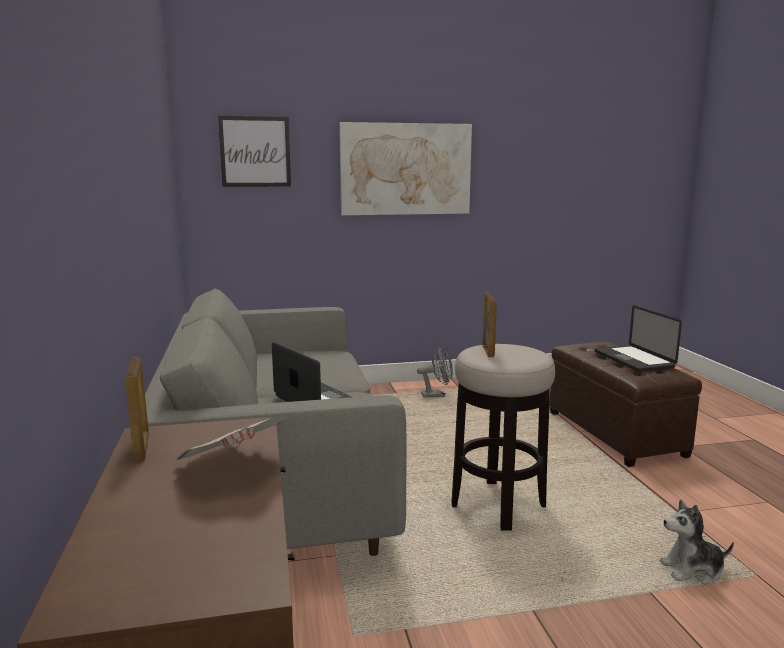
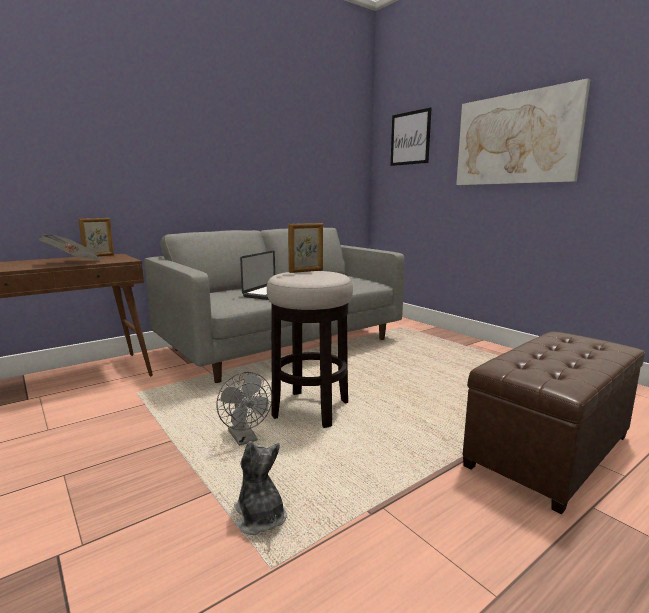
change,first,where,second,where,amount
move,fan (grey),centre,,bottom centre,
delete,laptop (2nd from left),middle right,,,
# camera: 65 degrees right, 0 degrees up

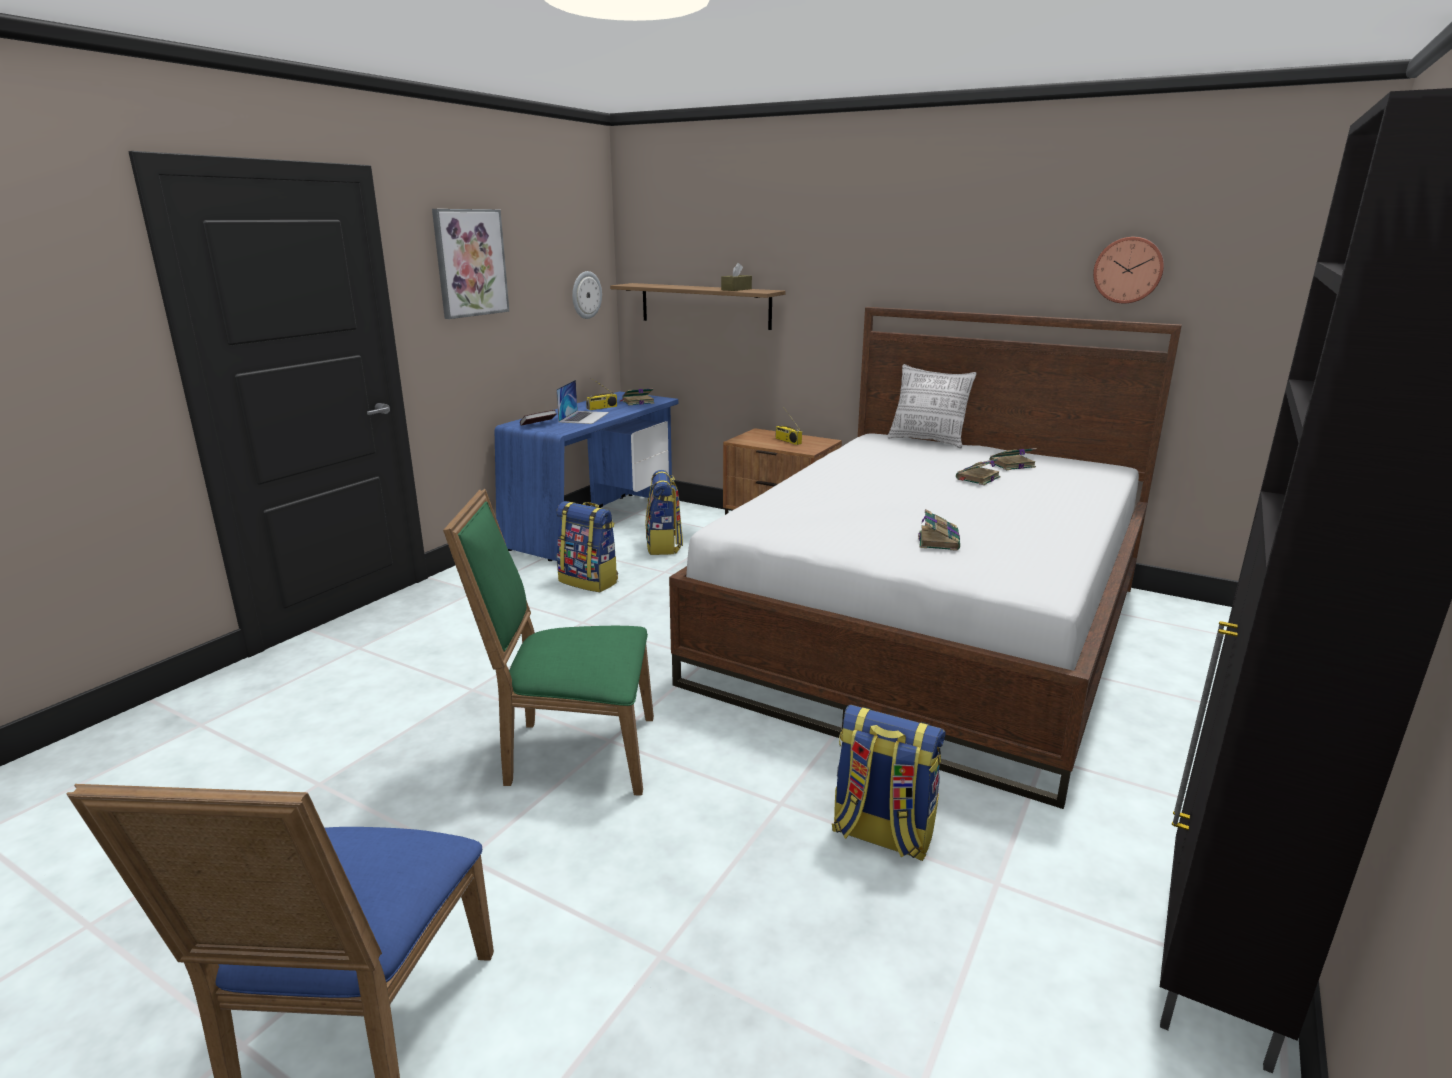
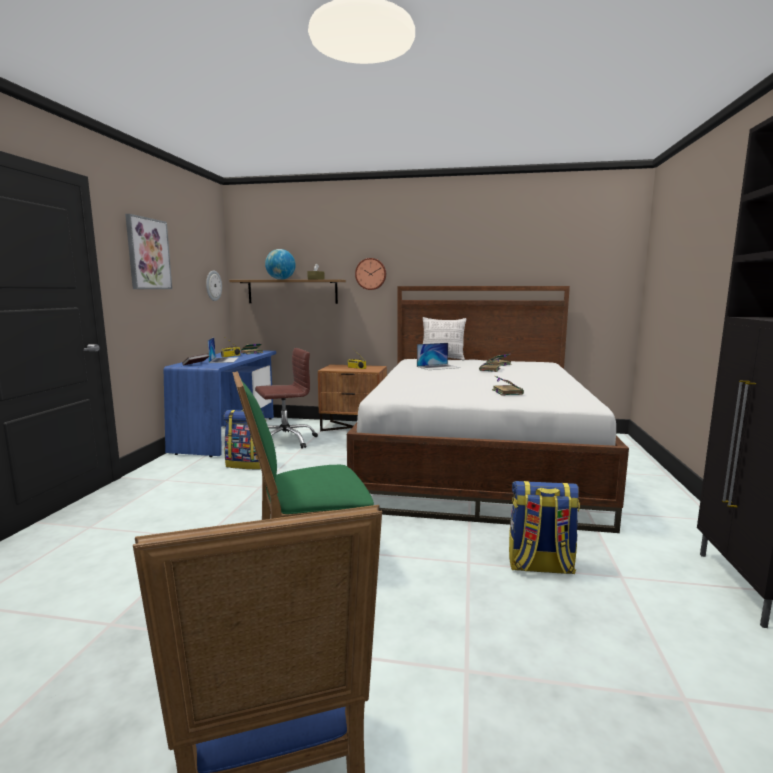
change,first,where,second,where,amount
replace,backpack (2nd from left),centre,office chair (brown),centre,
move,wall clock (2nd from left),top right,,centre,
insert,,,globe,centre,
insert,,,laptop (2nd from left),centre,
# camera: 20 degrees left, 10 degrees down

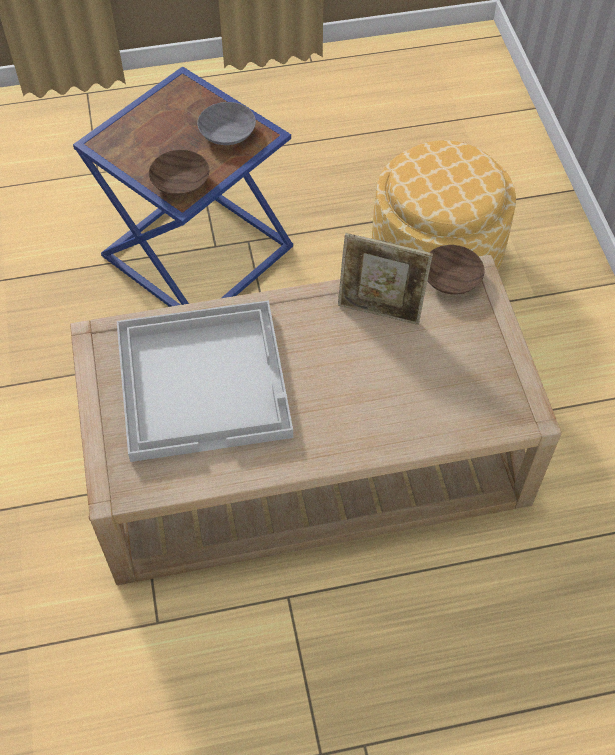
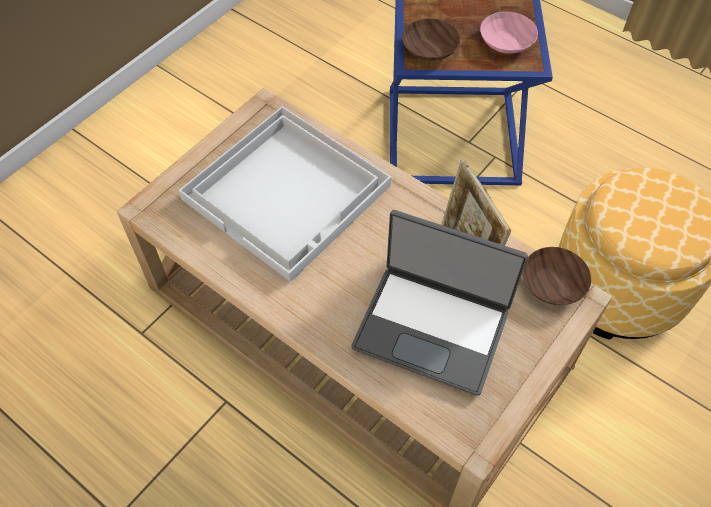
change,first,where,second,where,amount
recolor,bowl (grey),top centre,bowl (pink),top right,
insert,,,laptop,centre,
# camera: 50 degrees right, 0 degrees up

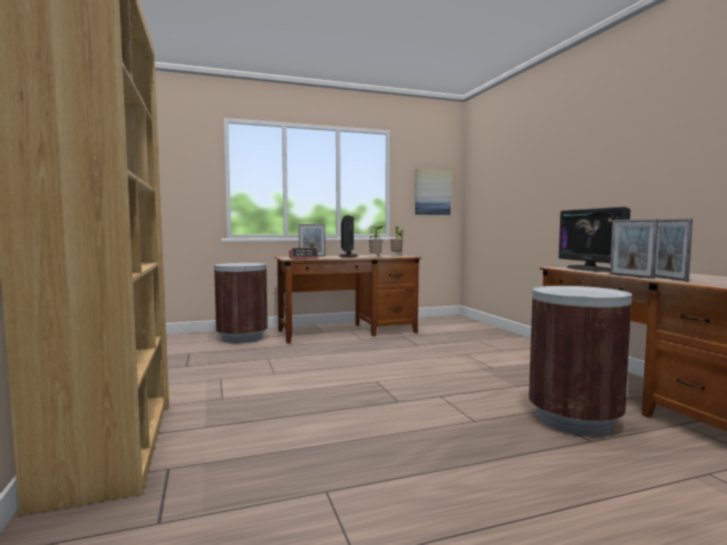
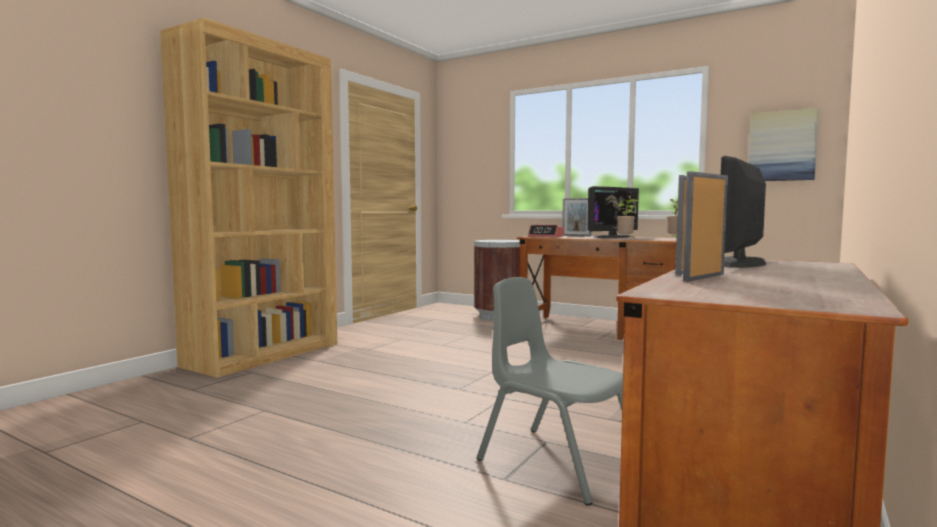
change,first,where,second,where,amount
replace,trash can (brown) (2nd from left),middle right,chair (grey),bottom centre,
# camera: 50 degrees right, 0 degrees up

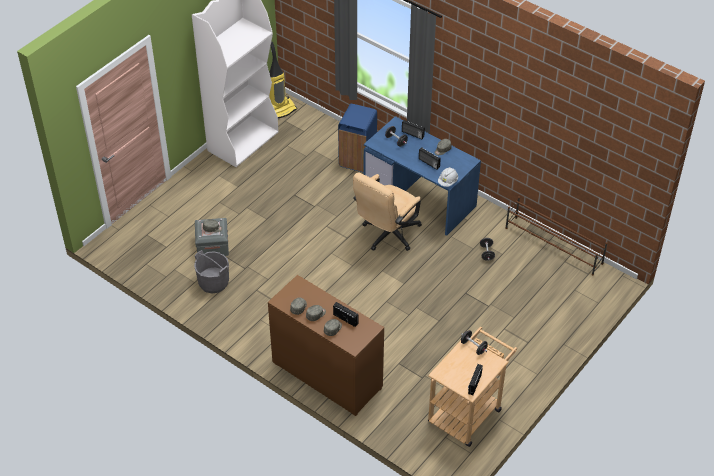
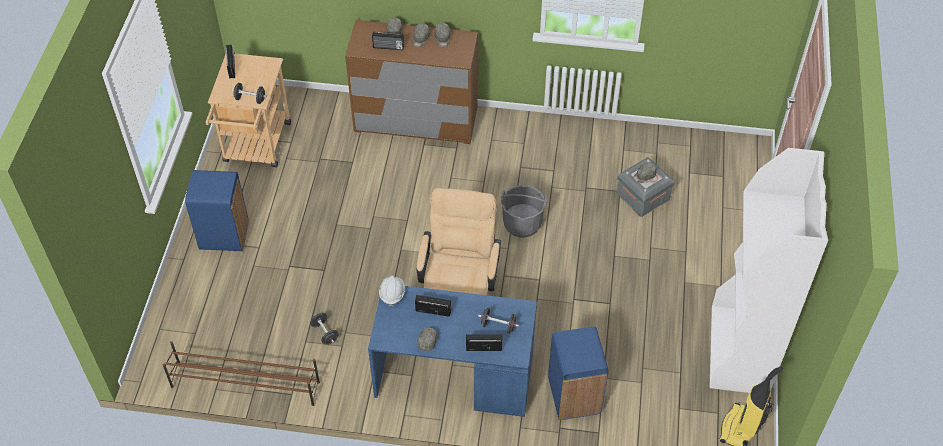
change,first,where,second,where,amount
move,bucket (grey),middle left,,centre,
insert,,,trash can (blue) (1st from left),middle left,
# camera: 150 degrees right, 5 degrees up

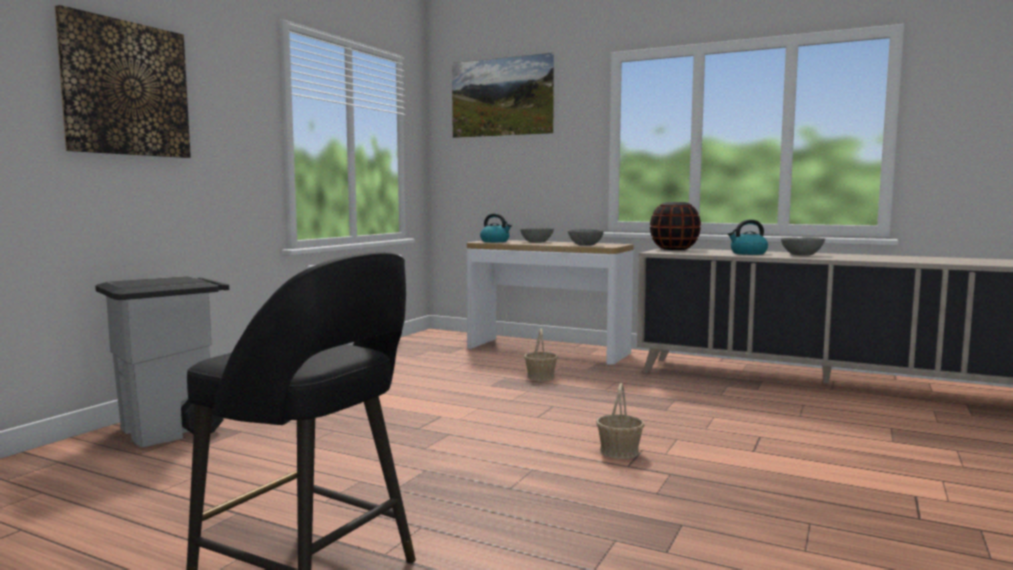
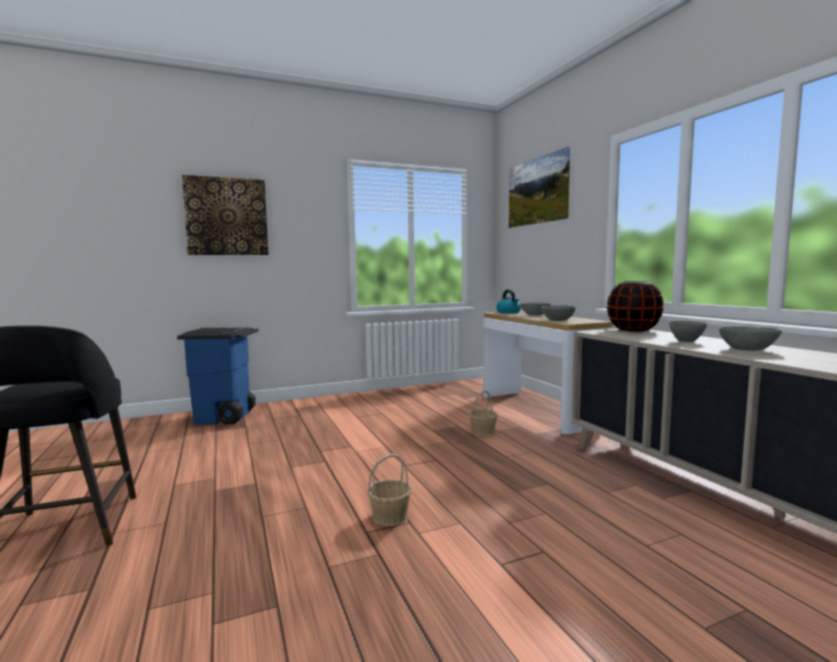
change,first,where,second,where,amount
recolor,trash can (grey),middle left,trash can (blue),middle left,
replace,kettle (2nd from left),middle right,bowl (grey) (3rd from left),middle right,
# camera: 40 degrees right, 0 degrees up

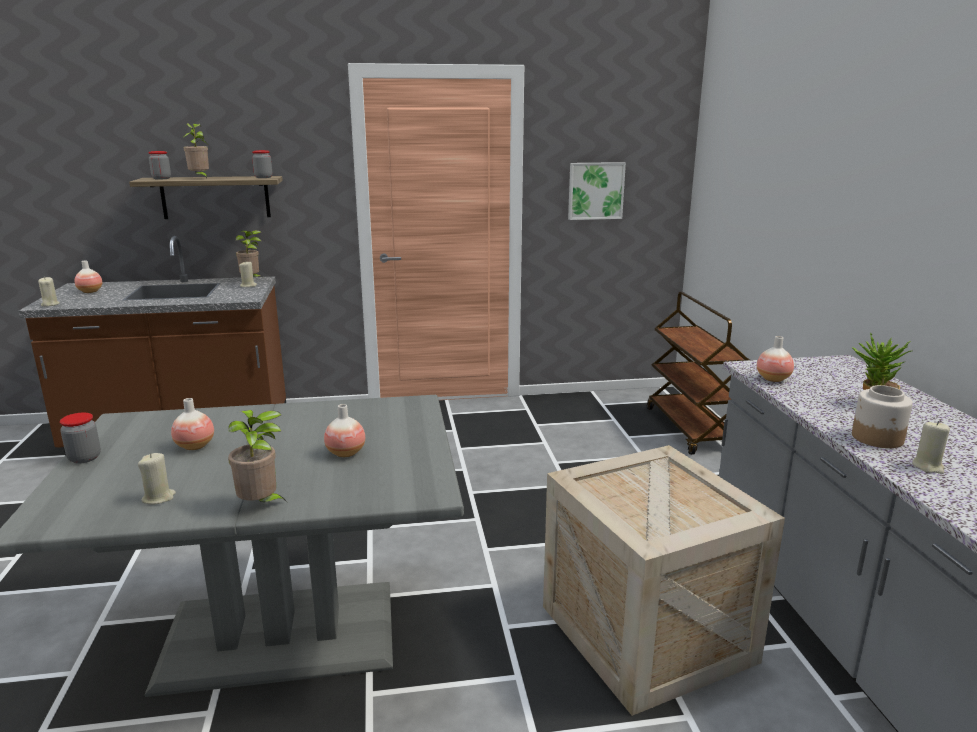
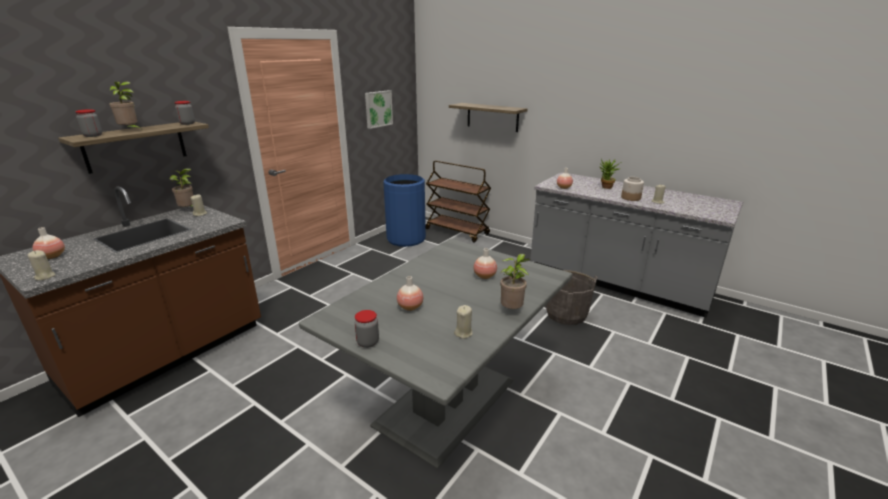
change,first,where,second,where,amount
replace,crate,bottom right,bucket (grey),centre,
insert,,,trash can (blue),centre,
insert,,,shelf (2nd from left),top centre,
# camera: 45 degrees left, 5 degrees up

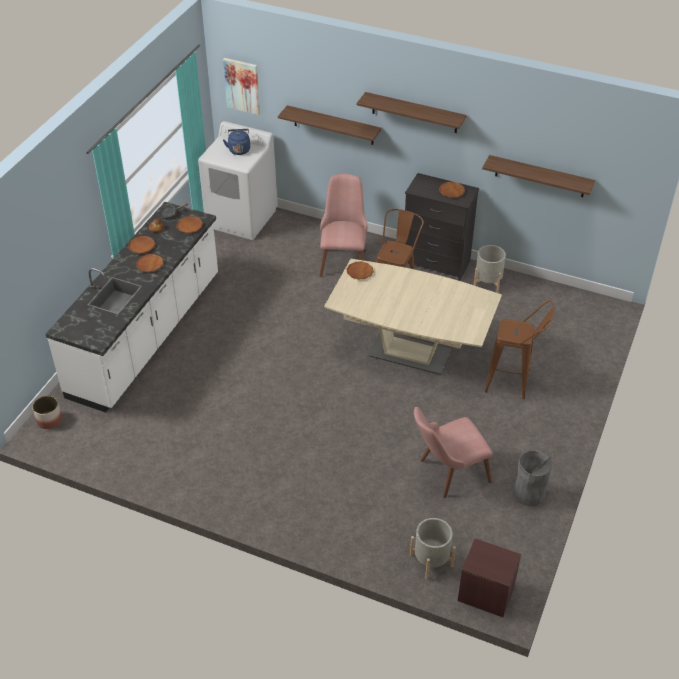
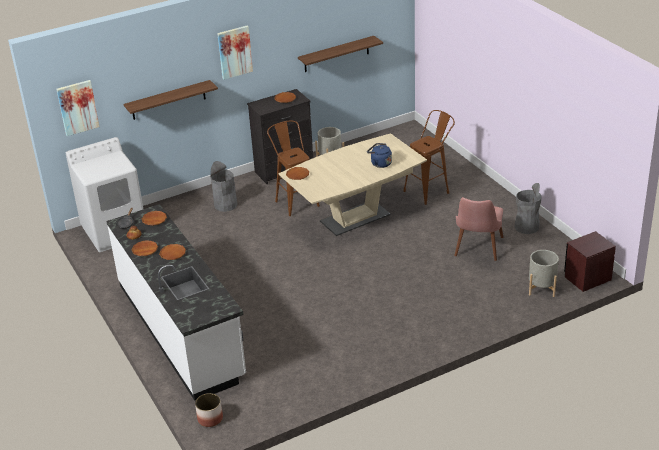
change,first,where,second,where,amount
move,kettle (blue),top centre,,centre,
replace,chair (pink) (1st from left),top centre,trash can (grey) (1st from left),centre,
replace,shelf (2nd from left),top centre,picture (2nd from left),top centre,
# camera: 50 degrees left, 10 degrees down

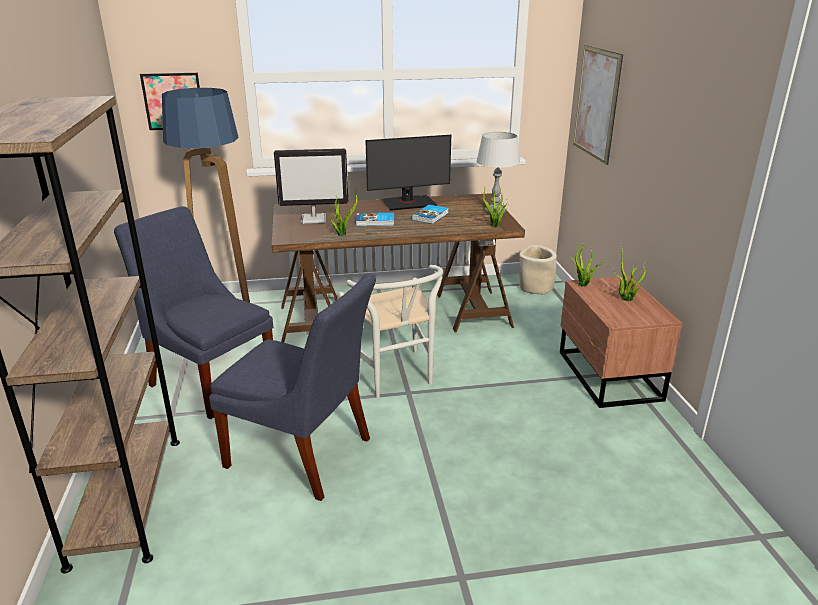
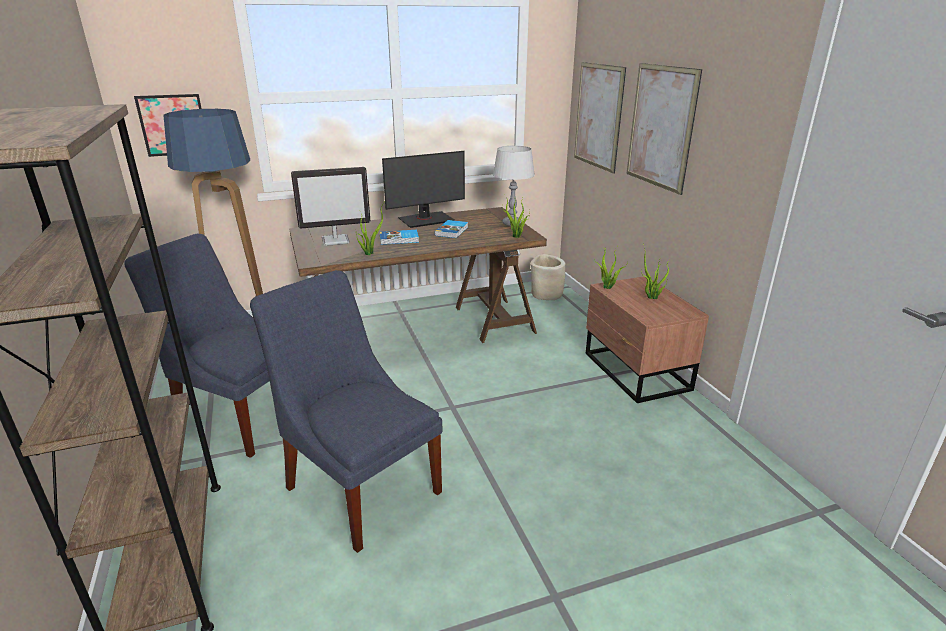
change,first,where,second,where,amount
rotate,chair (blue) (2nd from left),centre,,centre,150 degrees counterclockwise
delete,chair (white),centre,,,
insert,,,picture (3rd from left),top right,
# camera: 10 degrees left, 0 degrees up

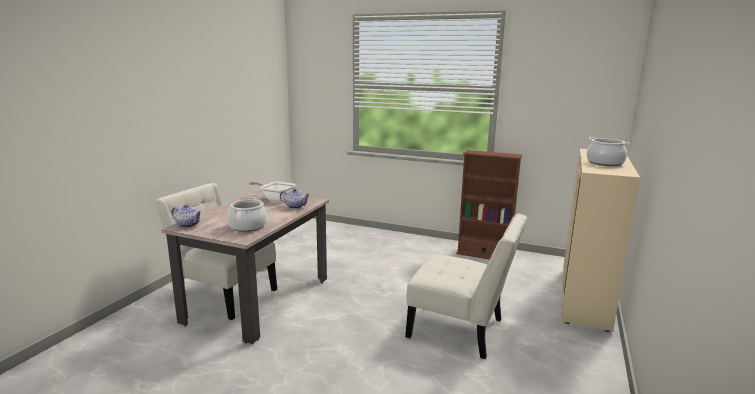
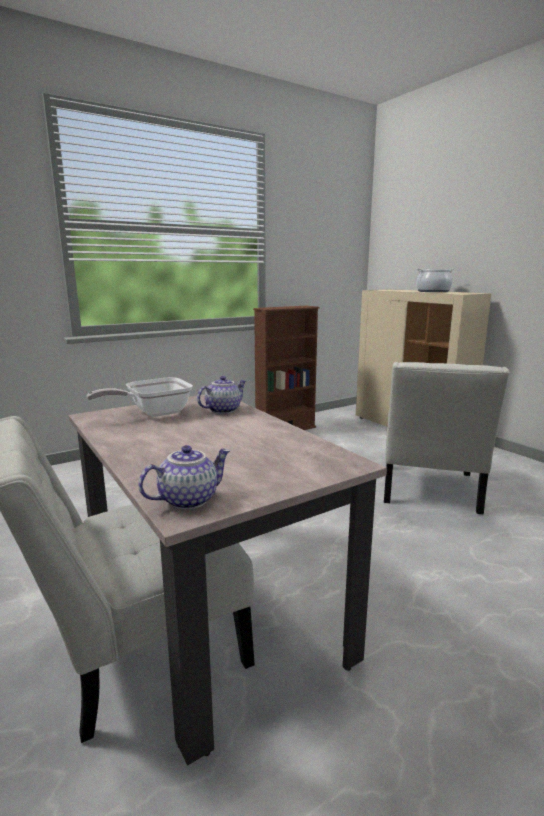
change,first,where,second,where,amount
delete,cooking pot (1st from left),middle left,,,
rotate,chair (white) (2nd from left),bottom centre,,middle right,135 degrees clockwise
# camera: 55 degrees left, 0 degrees up

